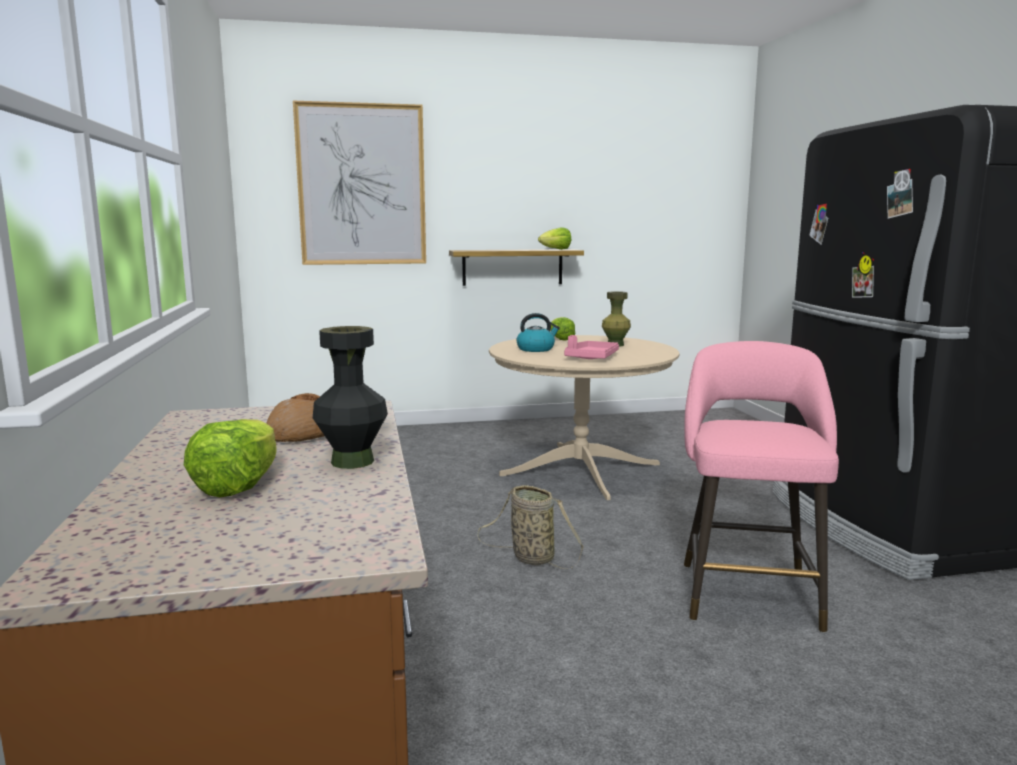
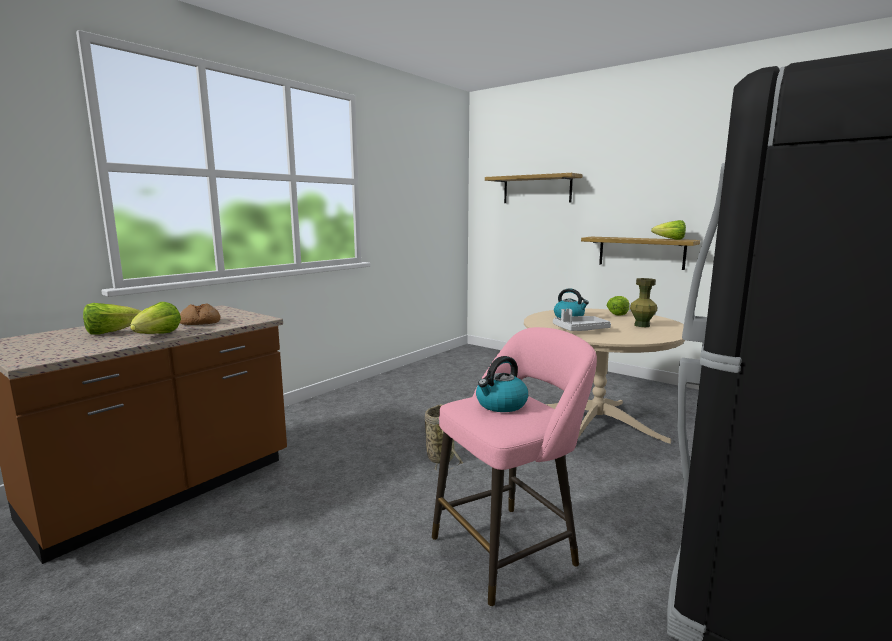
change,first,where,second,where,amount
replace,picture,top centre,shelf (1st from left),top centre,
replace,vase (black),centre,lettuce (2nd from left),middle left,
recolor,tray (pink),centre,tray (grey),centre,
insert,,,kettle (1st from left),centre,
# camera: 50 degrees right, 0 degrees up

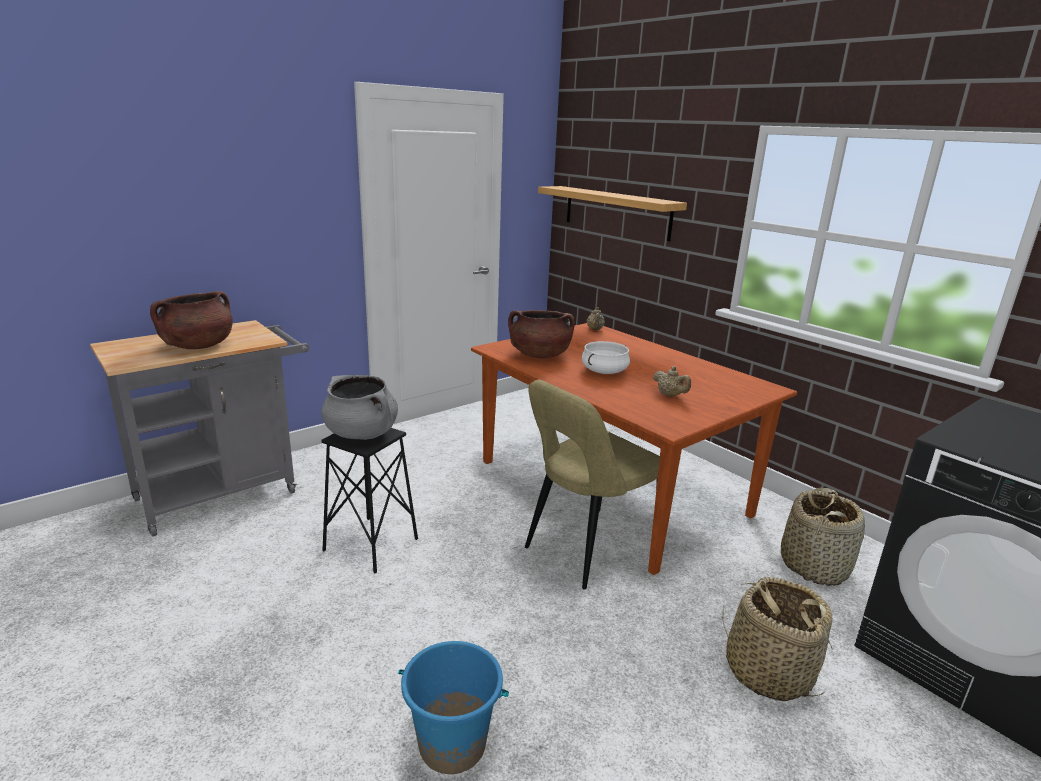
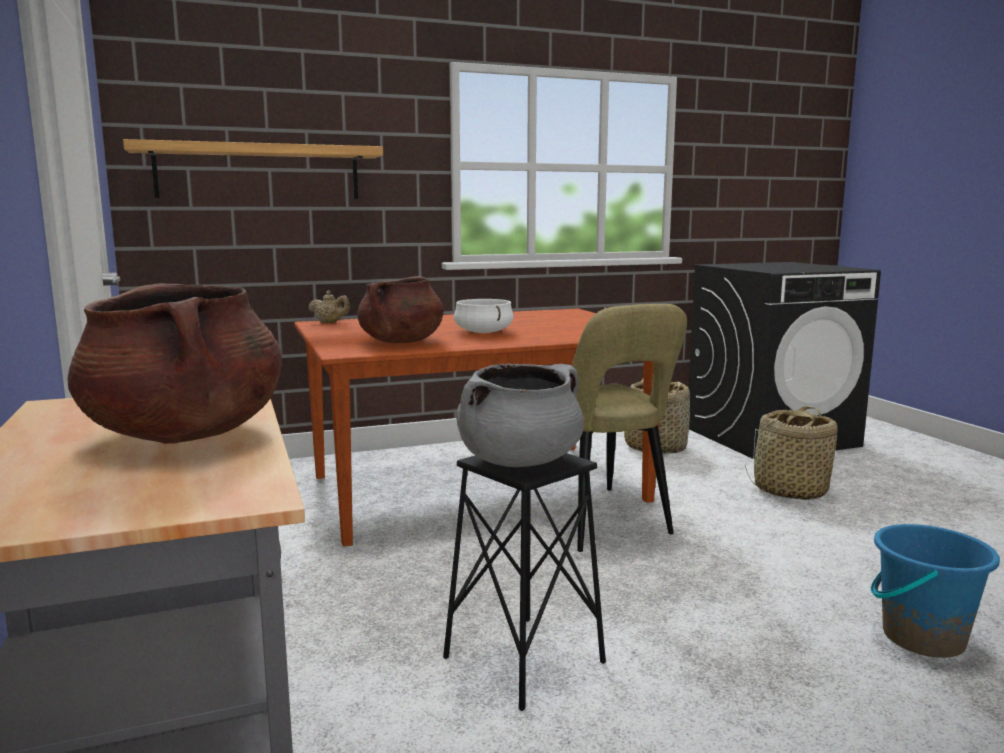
change,first,where,second,where,amount
delete,teapot (beige) (2nd from left),centre,,,
# camera: 70 degrees left, 10 degrees down

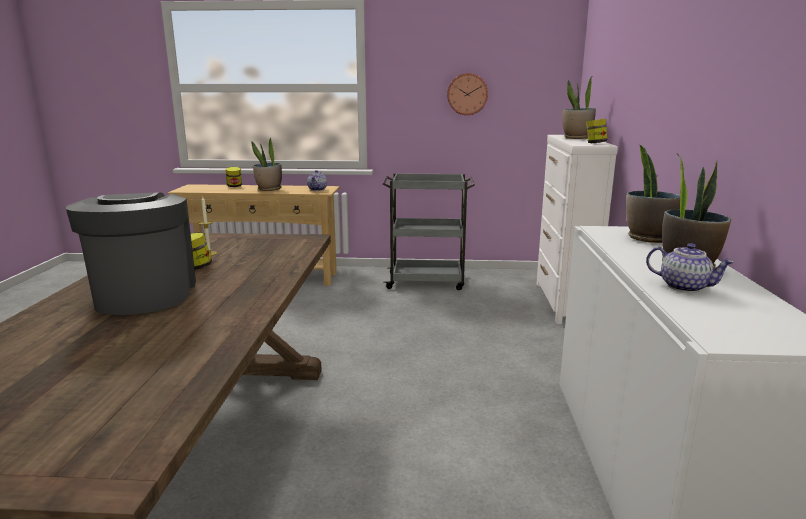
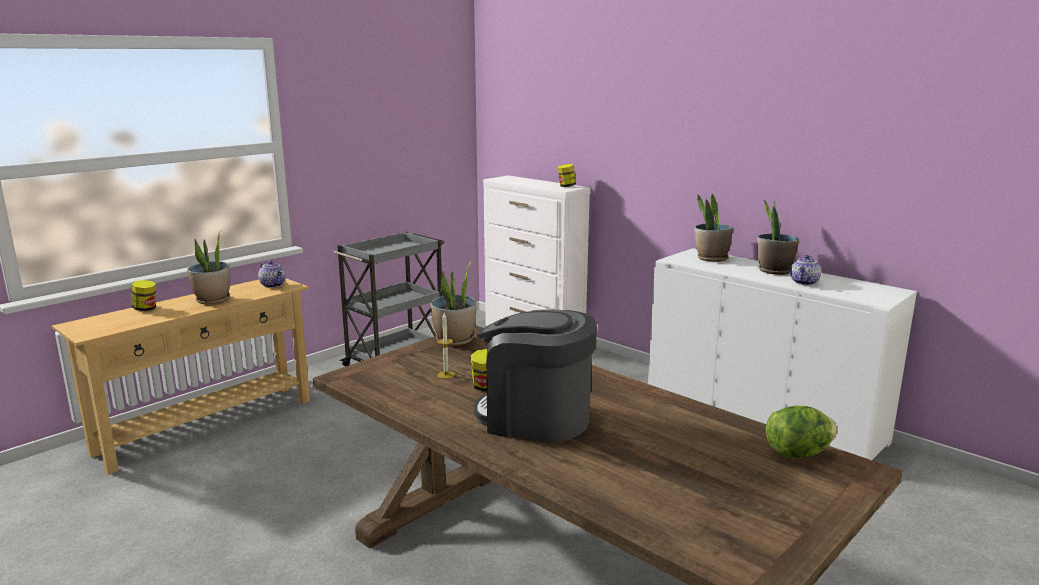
change,first,where,second,where,amount
delete,wall clock,top centre,,,
move,potted plant (2nd from left),top right,,centre,
rotate,teapot (2nd from left),middle right,,middle right,135 degrees clockwise
insert,,,lettuce,bottom right,
# camera: 50 degrees left, 0 degrees up

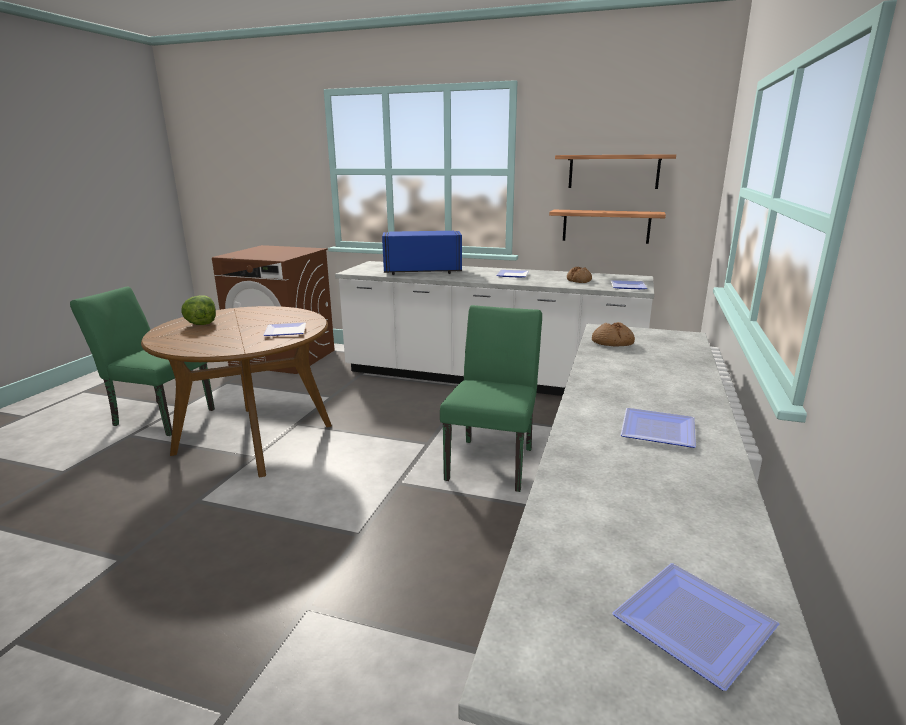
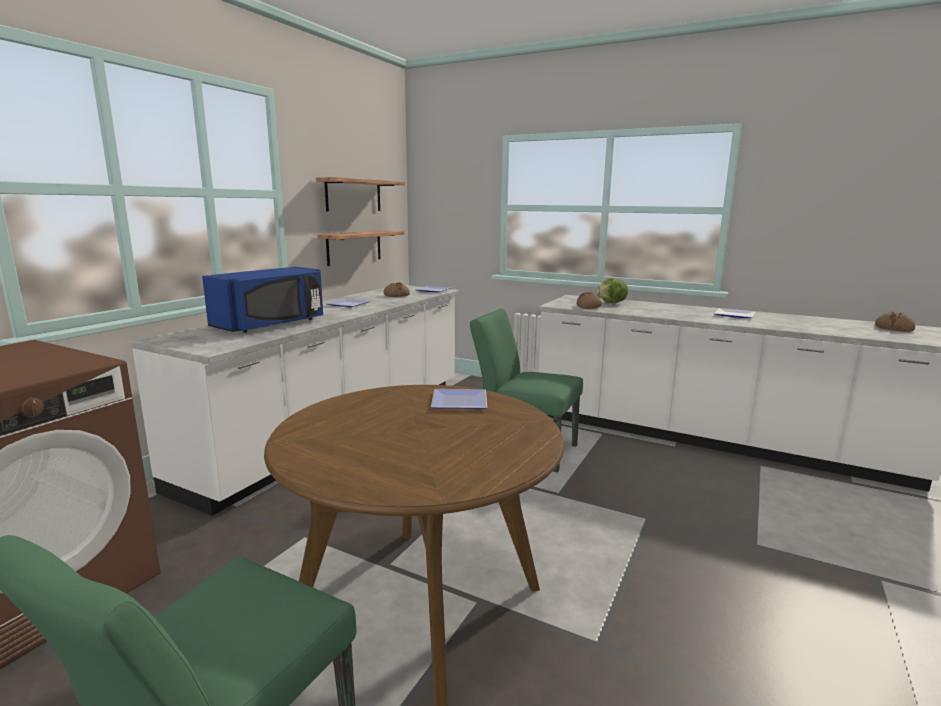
change,first,where,second,where,amount
move,lettuce,middle left,,centre,
rotate,microwave (blue),centre,,middle left,150 degrees counterclockwise
replace,plate (5th from left),bottom right,bread (3rd from left),middle right,
# camera: 80 degrees left, 5 degrees down

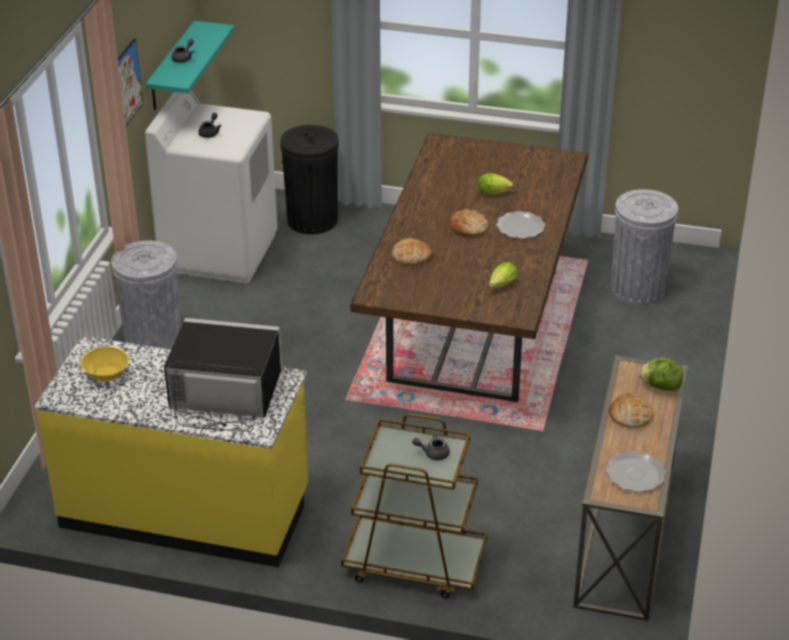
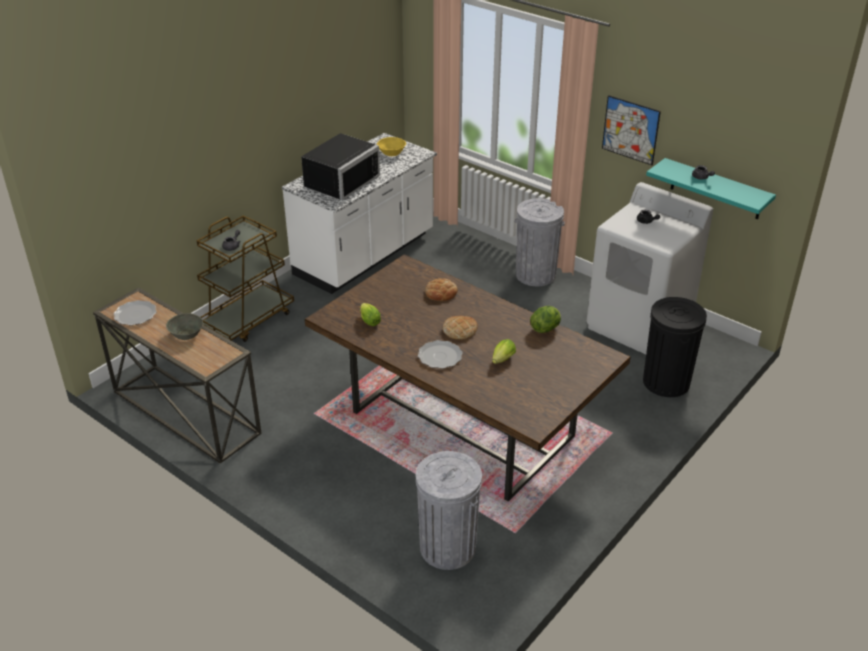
change,first,where,second,where,amount
recolor,counter (yellow),bottom left,counter (white),top centre,
replace,bread (3rd from left),middle right,bowl (grey),middle left,
move,lettuce (3rd from left),middle right,,centre,
# camera: 115 degrees right, 0 degrees up

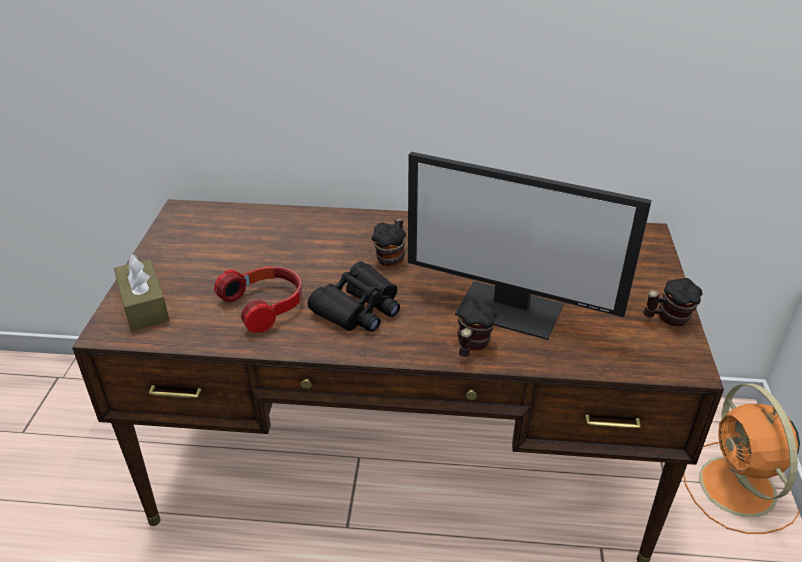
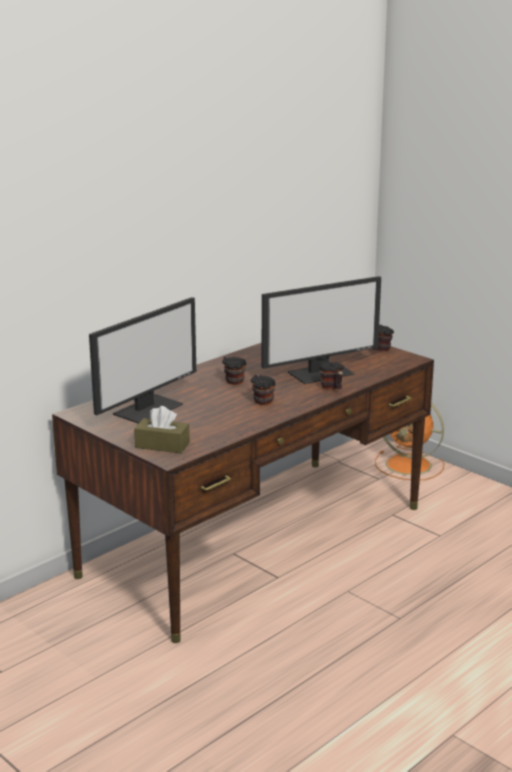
change,first,where,second,where,amount
delete,headphones,middle left,,,
replace,binoculars (black),centre,mug (2nd from left),centre,
insert,,,monitor (1st from left),middle left,
# camera: 50 degrees left, 15 degrees down

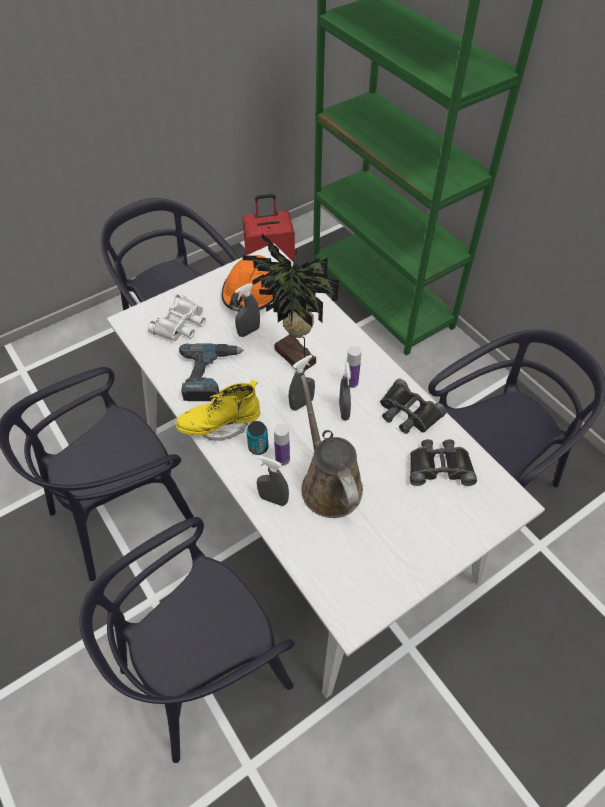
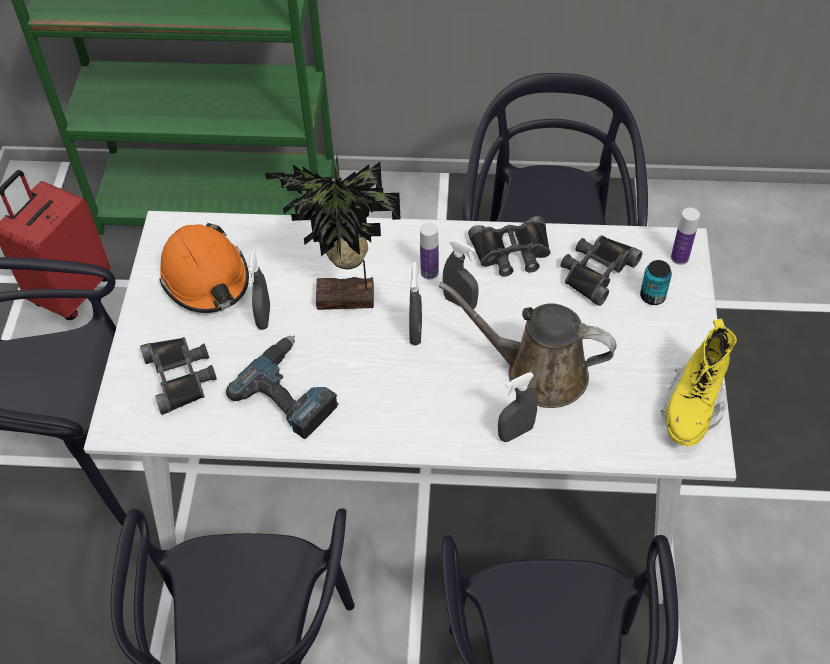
change,first,where,second,where,amount
recolor,binoculars (white),middle left,binoculars (black) (1st from left),middle left,
move,boot (yellow),centre,,middle right,
move,can,centre,,middle right,
move,bottle (1st from left in the first image),centre,bottle (2nd from left),middle right,
# camera: 50 degrees left, 0 degrees up

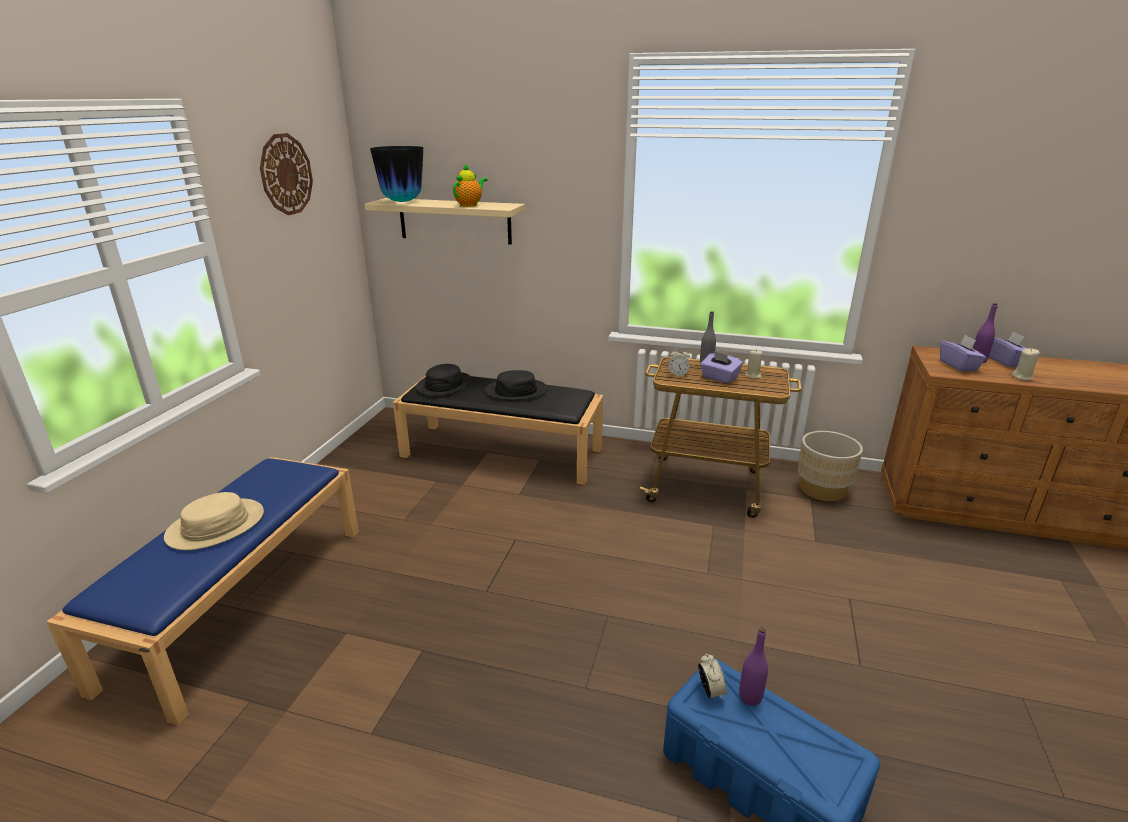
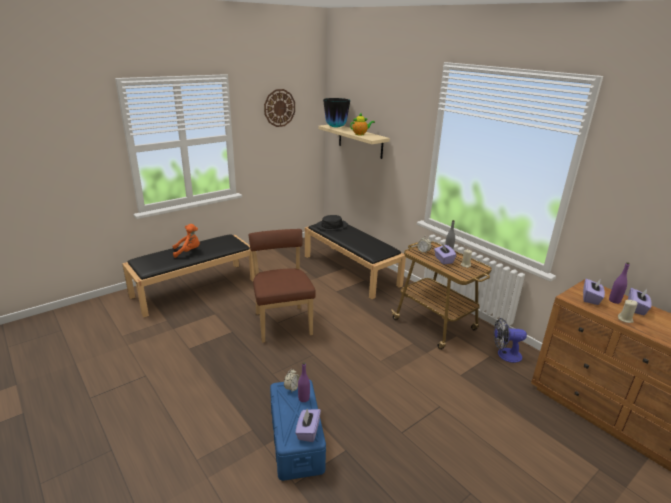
change,first,where,second,where,amount
recolor,bench (blue),bottom left,bench (black) (1st from left),middle left,
replace,hat (beige),middle left,plush toy (orange),middle left,
delete,hat (black) (2nd from left),centre,,,
replace,planter (beige),middle right,fan,bottom right,
insert,,,chair (brown),centre,
insert,,,tissue box (purple) (1st from left),bottom centre,
# camera: 35 degrees right, 0 degrees up

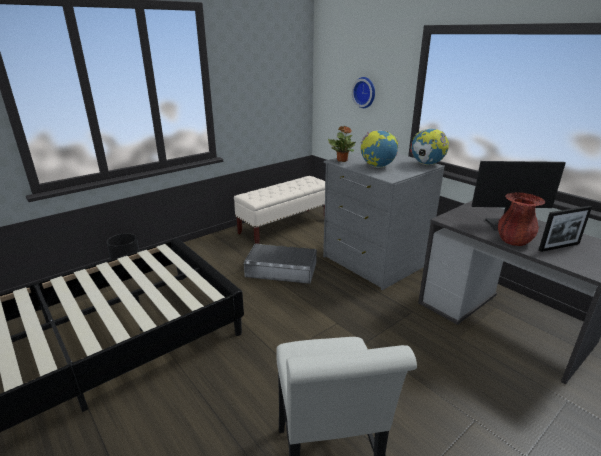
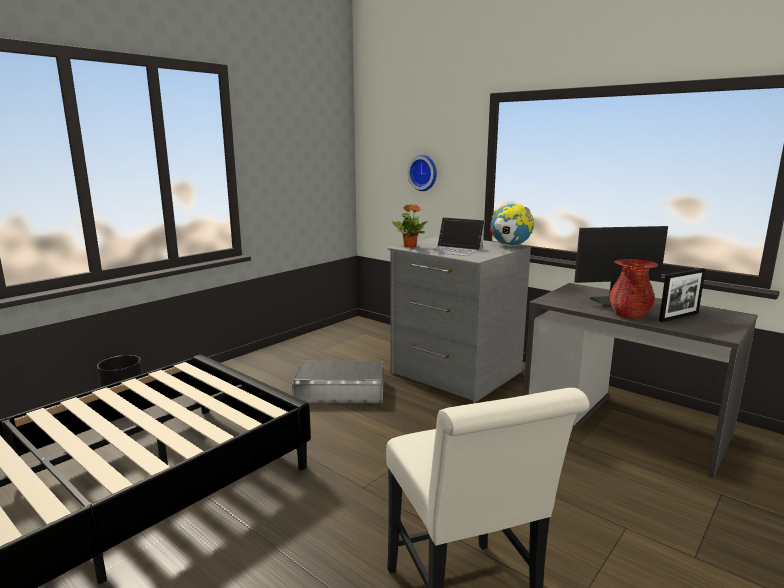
change,first,where,second,where,amount
delete,bench (beige),centre,,,
replace,globe (1st from left),top centre,laptop,centre,
# camera: 10 degrees left, 10 degrees down

